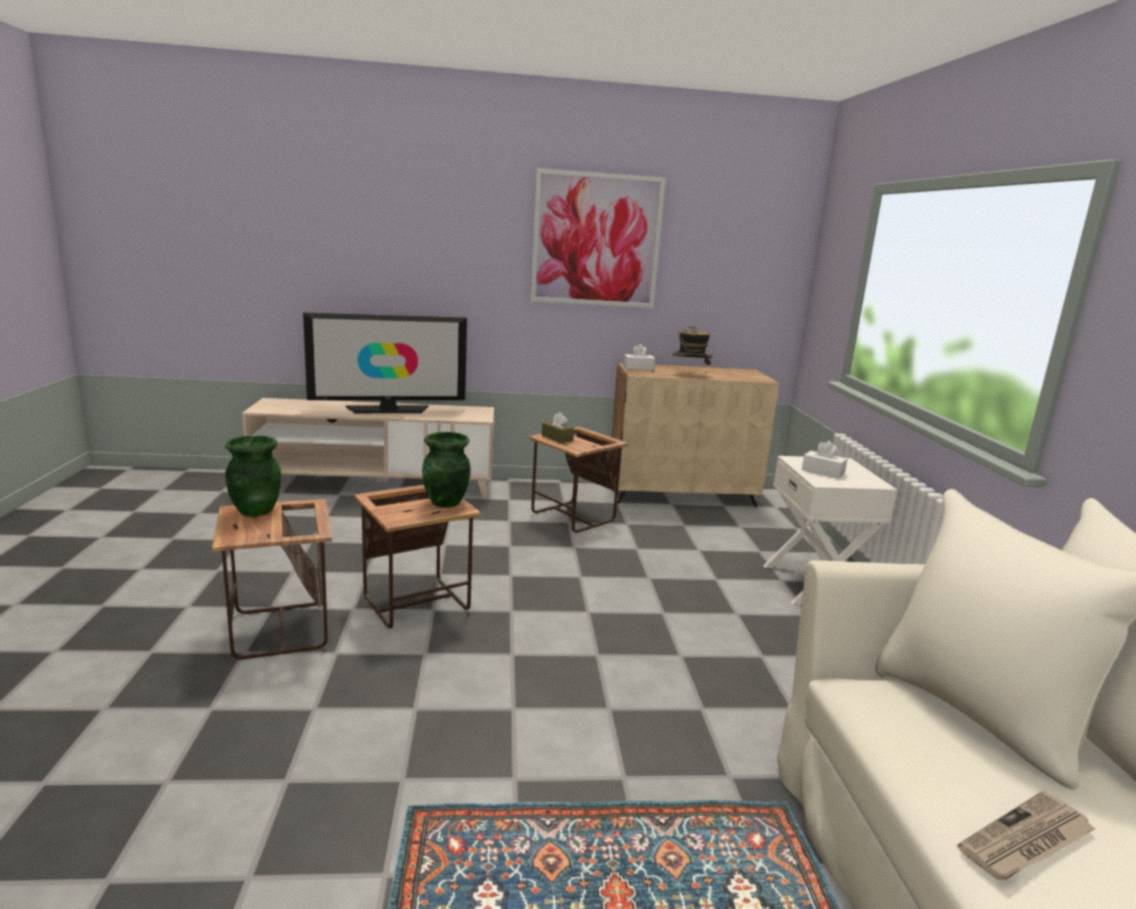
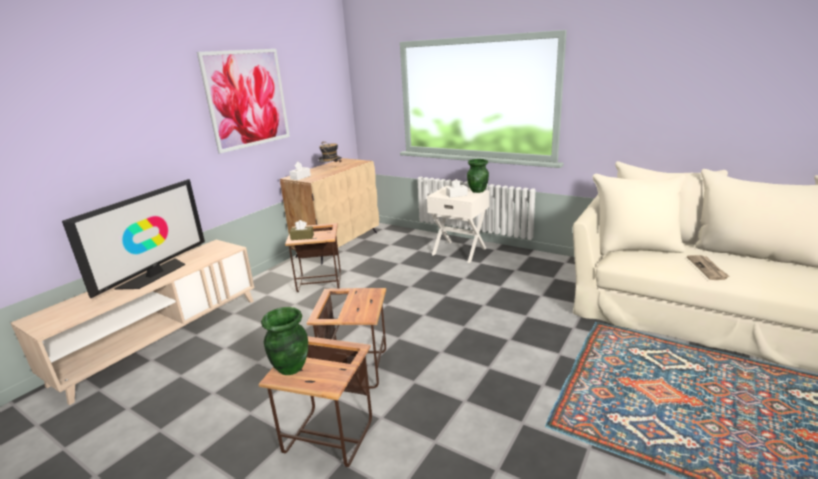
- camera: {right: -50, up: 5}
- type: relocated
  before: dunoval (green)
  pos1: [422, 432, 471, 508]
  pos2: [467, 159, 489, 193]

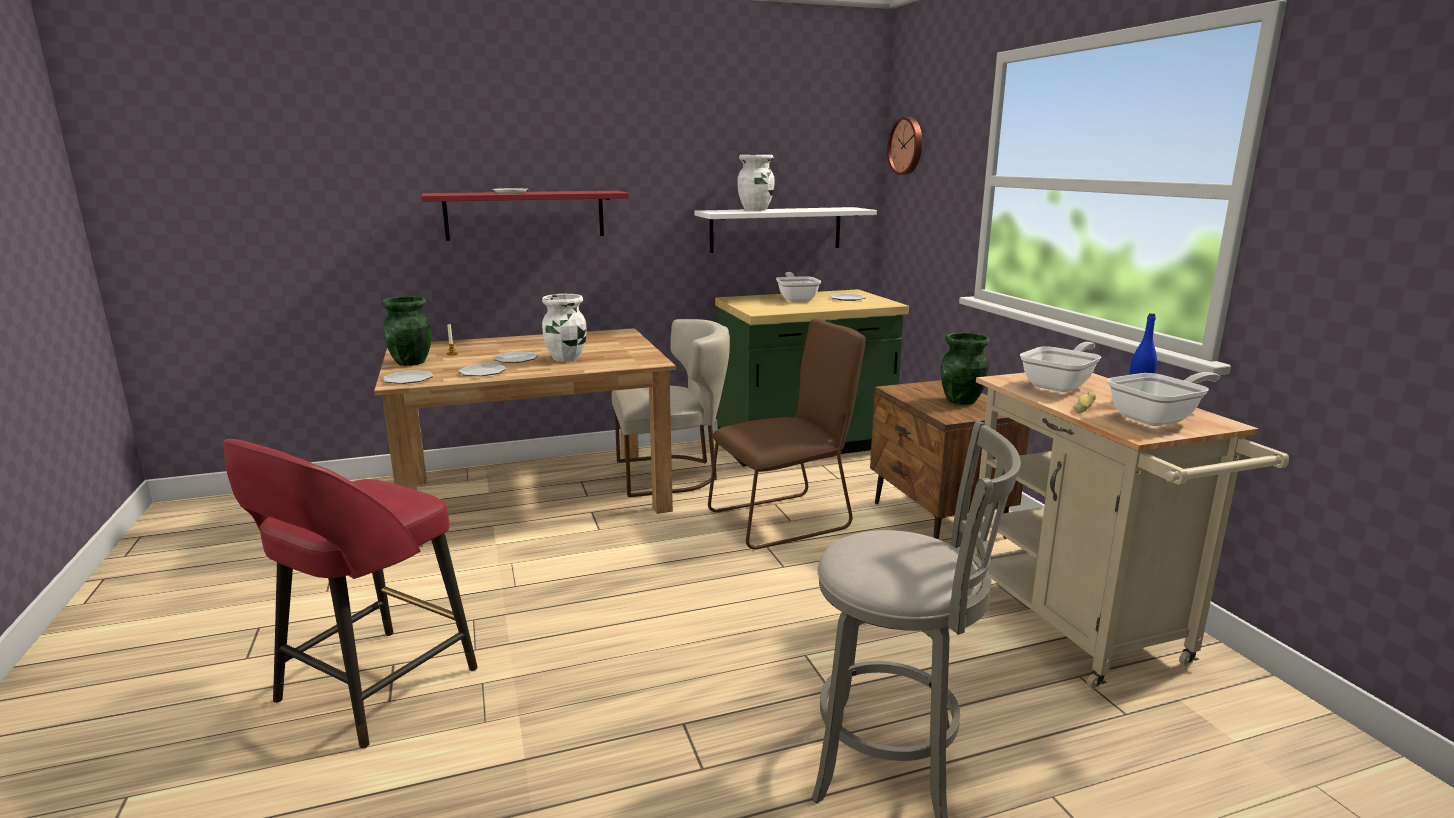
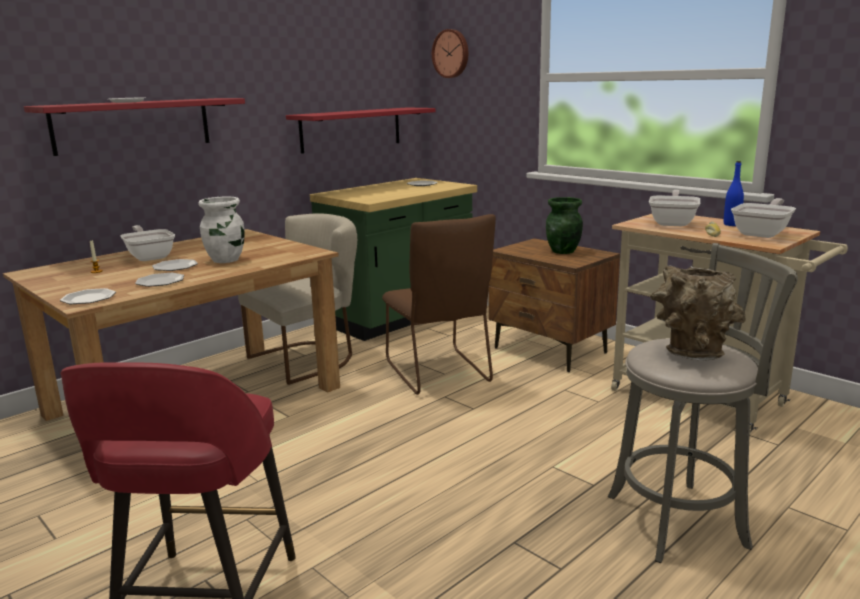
- camera: {right: -25, up: 0}
- type: missing
  before: dunoval (white)
  pos1: [737, 155, 774, 211]
- type: colour
  before: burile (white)
  after: burile (red)
  pos1: [695, 207, 877, 253]
  pos2: [286, 107, 436, 154]
- type: relocated
  before: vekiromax
  pos1: [776, 272, 821, 302]
  pos2: [120, 225, 175, 261]
- type: missing
  before: dunoval (green)
  pos1: [381, 296, 431, 366]
- type: spun
  before: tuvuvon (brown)
  pos1: [708, 319, 865, 550]
  pos2: [382, 214, 496, 395]
  turn: 120
- type: appeared
  after: dunoval (brown)
  pos2: [651, 266, 745, 361]

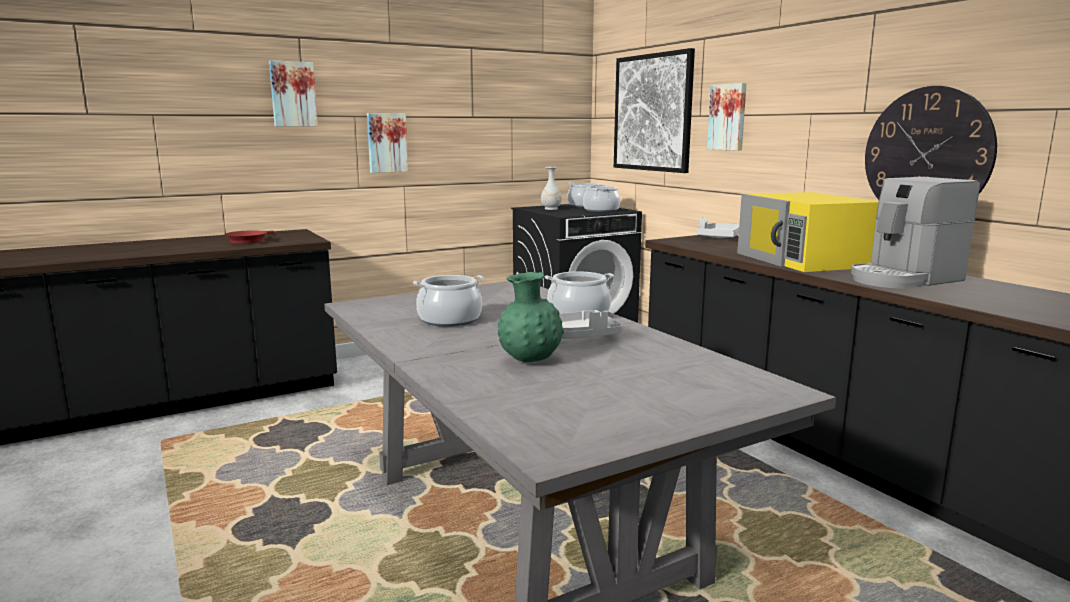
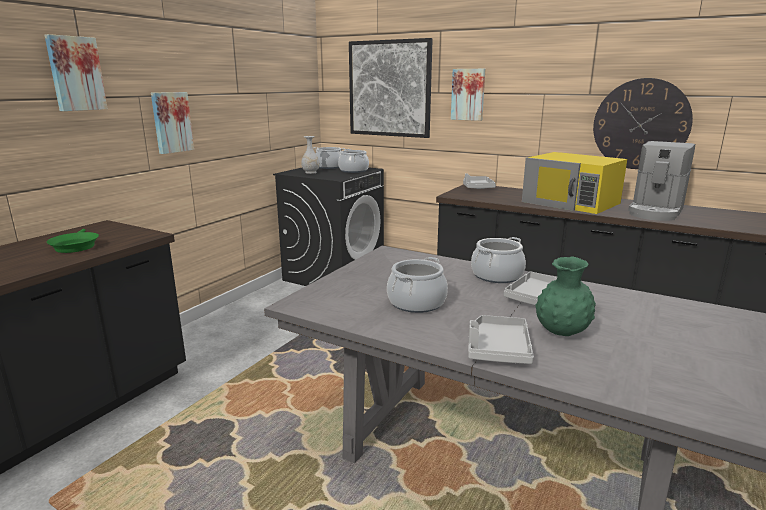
- camera: {right: -30, up: 5}
- type: colour
  before: vekiromax (red)
  after: vekiromax (green)
  pos1: [225, 231, 274, 244]
  pos2: [47, 229, 99, 253]
- type: appeared
  after: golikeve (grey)
  pos2: [468, 315, 534, 364]

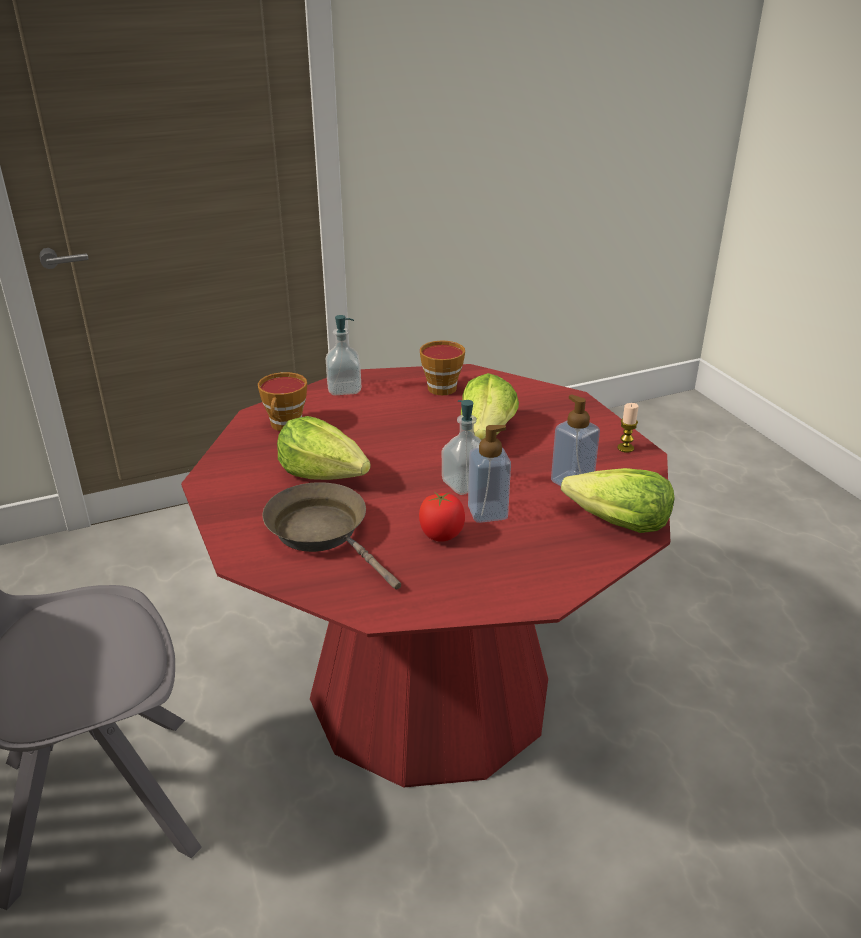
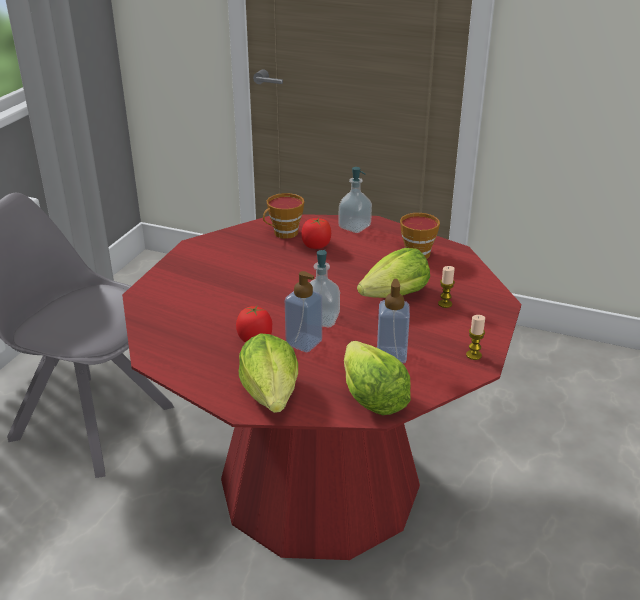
- camera: {right: 45, up: 0}
- type: relocated
  before: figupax
  pos1: [277, 416, 371, 480]
  pos2: [239, 333, 298, 413]
- type: missing
  before: vekiromax (brown)
  pos1: [262, 482, 401, 590]
- type: appeared
  after: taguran
  pos2: [301, 218, 331, 249]
- type: appeared
  after: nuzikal
  pos2: [438, 266, 455, 308]

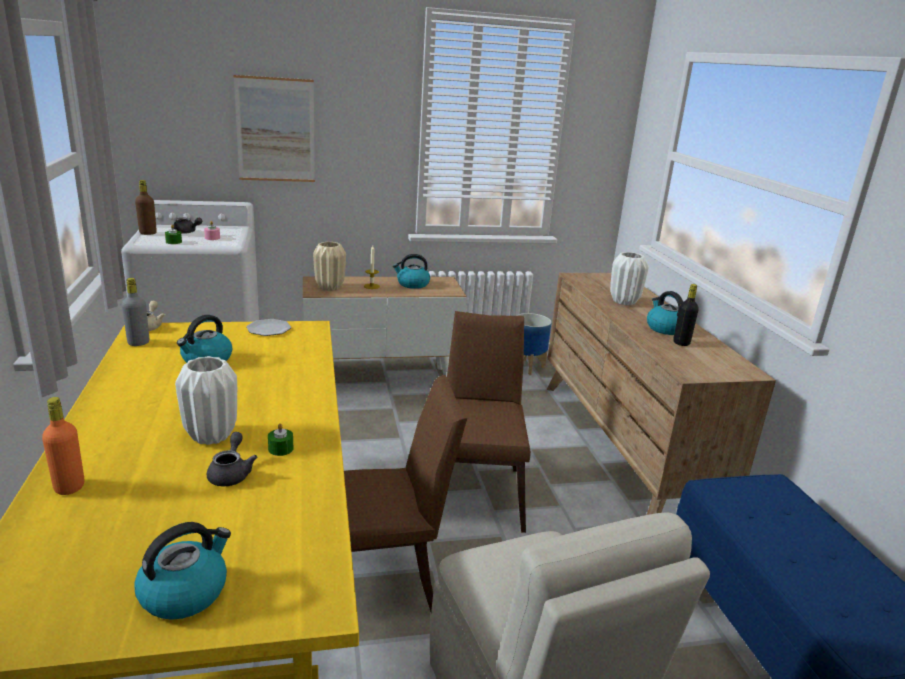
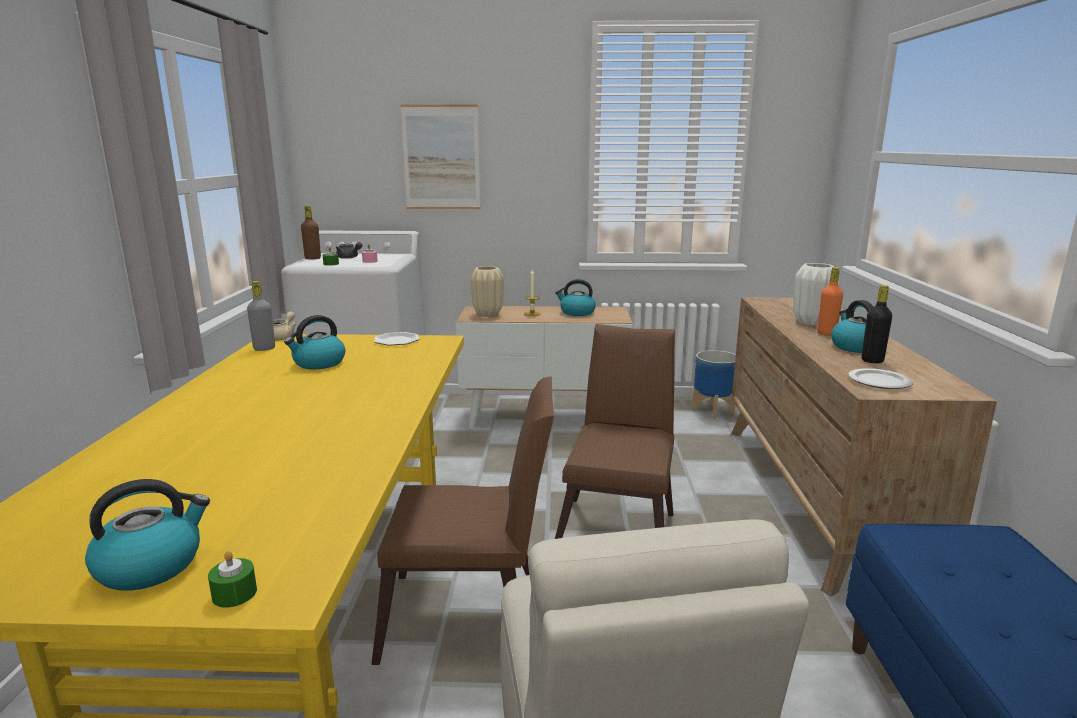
- camera: {right: 15, up: -5}
- type: missing
  before: dunoval (white)
  pos1: [175, 356, 237, 445]
- type: relocated
  before: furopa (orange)
  pos1: [42, 397, 84, 495]
  pos2: [817, 267, 843, 336]
- type: relocated
  before: nuzikal (green)
  pos1: [268, 423, 294, 456]
  pos2: [208, 551, 257, 608]
- type: missing
  before: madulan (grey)
  pos1: [207, 432, 257, 486]
- type: appeared
  after: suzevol
  pos2: [848, 368, 913, 389]

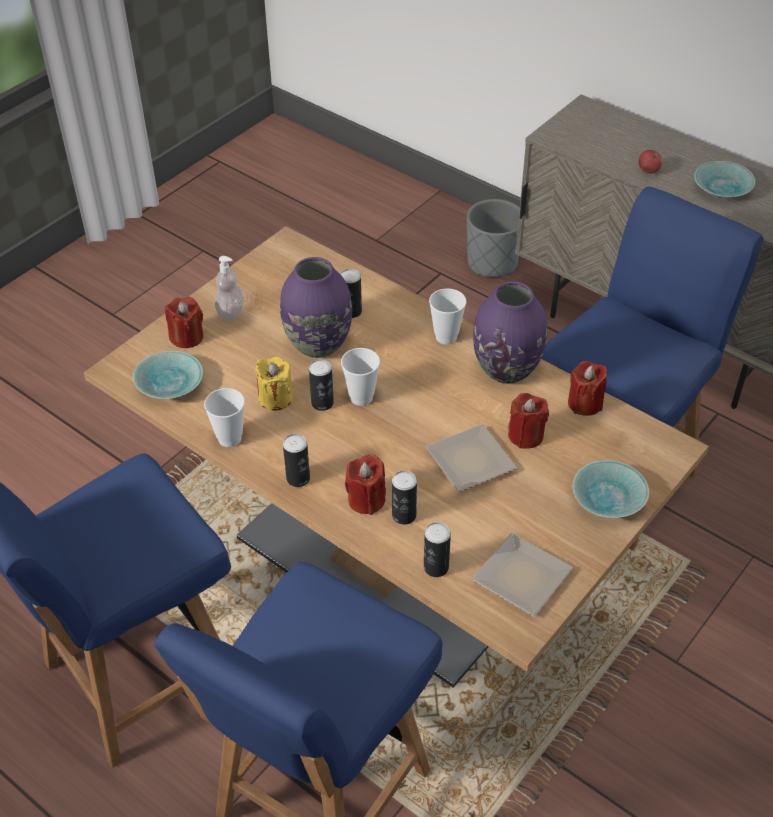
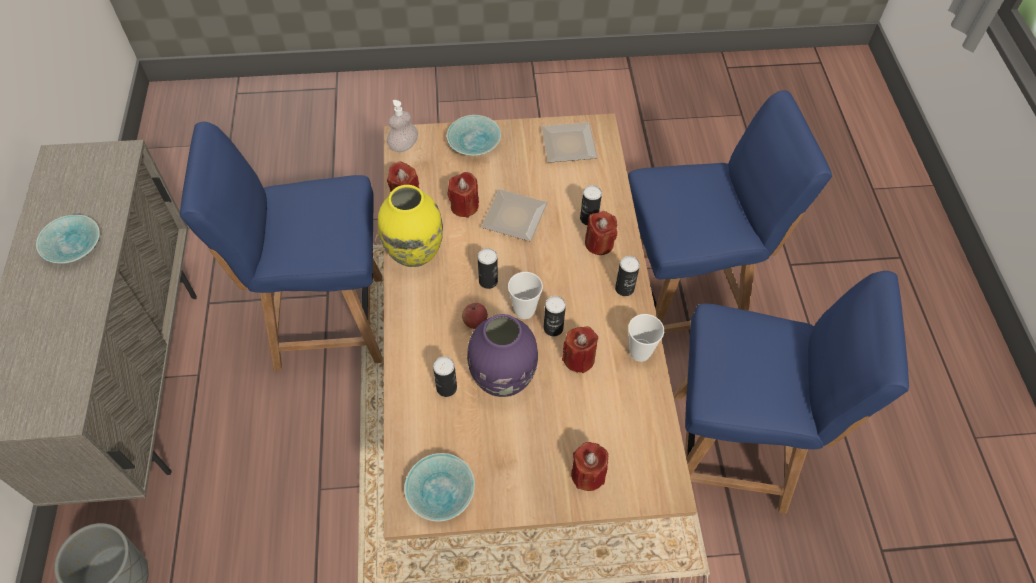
- camera: {right: -135, up: 10}
- type: relocated
  before: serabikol
  pos1: [638, 150, 663, 174]
  pos2: [462, 303, 488, 329]
- type: relocated
  before: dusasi
  pos1: [215, 256, 243, 321]
  pos2: [387, 100, 418, 152]
- type: colour
  before: dunoval (purple)
  after: dunoval (yellow)
  pos1: [473, 282, 547, 384]
  pos2: [378, 185, 443, 267]
- type: missing
  before: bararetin
  pos1: [429, 288, 467, 345]
- type: relocated
  before: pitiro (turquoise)
  pos1: [133, 351, 203, 399]
  pos2: [404, 453, 475, 521]
- type: colour
  before: nuzikal (yellow)
  after: nuzikal (red)
  pos1: [255, 356, 293, 410]
  pos2: [562, 326, 598, 373]
- type: relocated
  before: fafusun
  pos1: [424, 522, 451, 577]
  pos2: [478, 248, 498, 289]

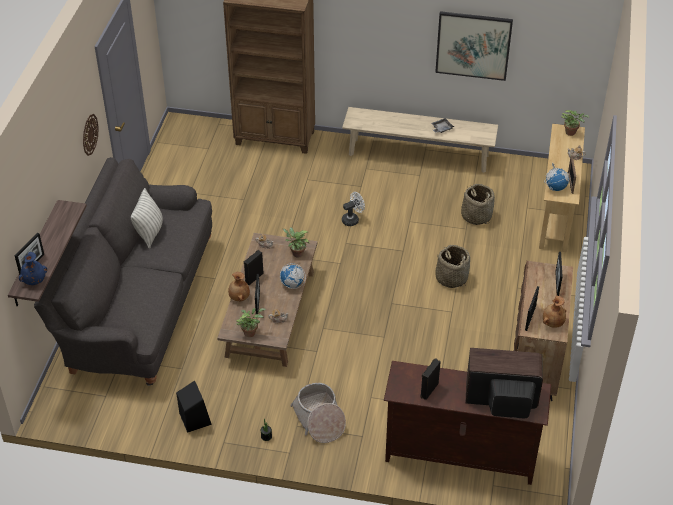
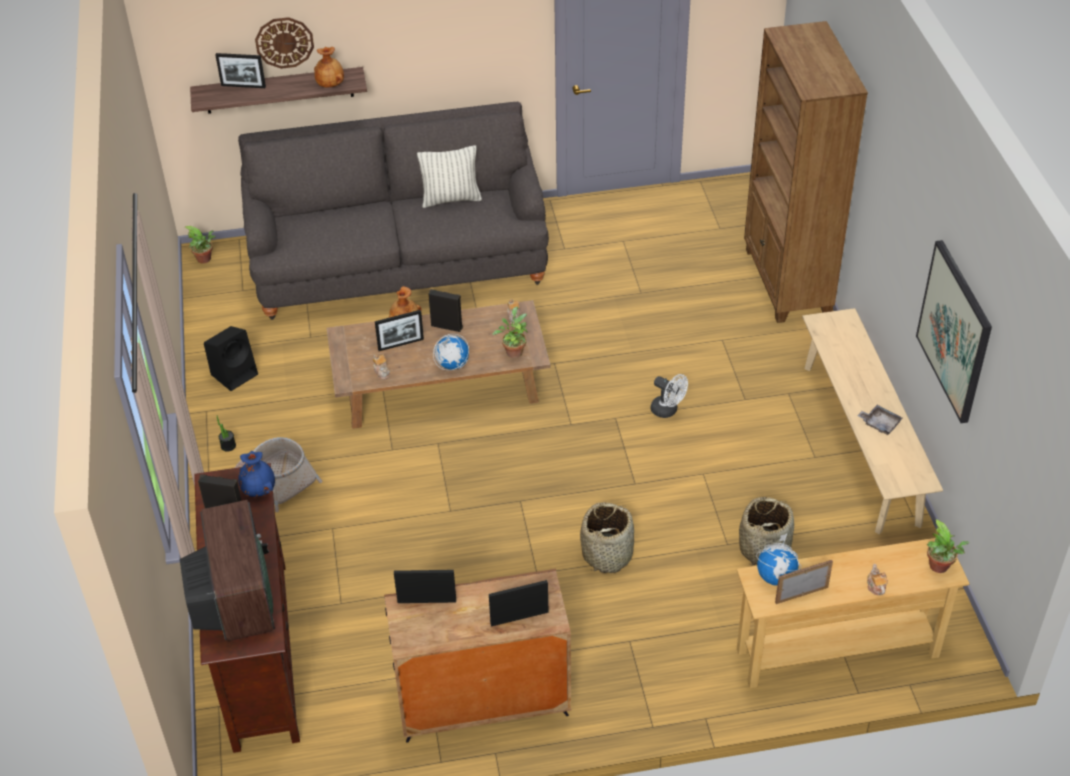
- camera: {right: 70, up: 0}
- type: relocated
  before: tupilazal
  pos1: [83, 114, 99, 156]
  pos2: [255, 17, 314, 69]
- type: relocated
  before: dunoval (blue)
  pos1: [19, 252, 47, 285]
  pos2: [238, 451, 275, 497]
- type: relocated
  before: dunoval (brown)
  pos1: [543, 296, 566, 328]
  pos2: [314, 47, 344, 87]
- type: relocated
  before: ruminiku
  pos1: [236, 308, 266, 337]
  pos2: [185, 226, 216, 263]

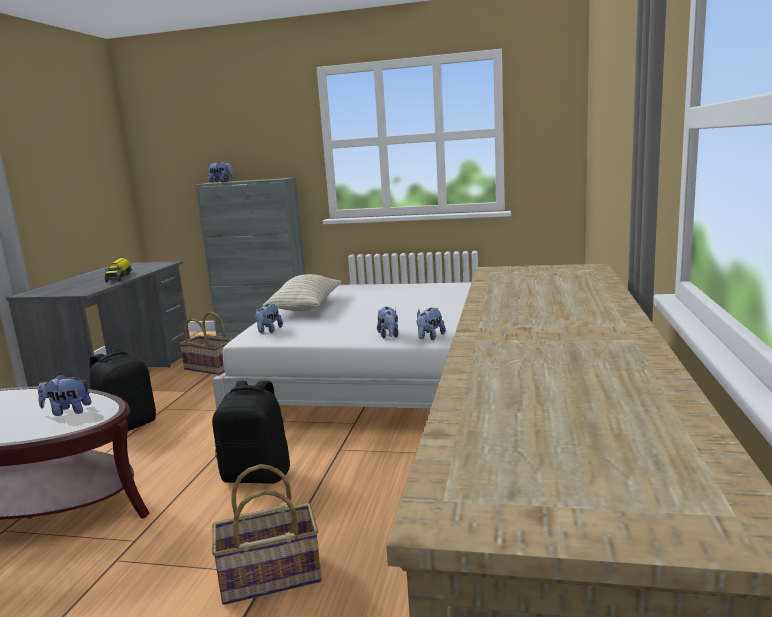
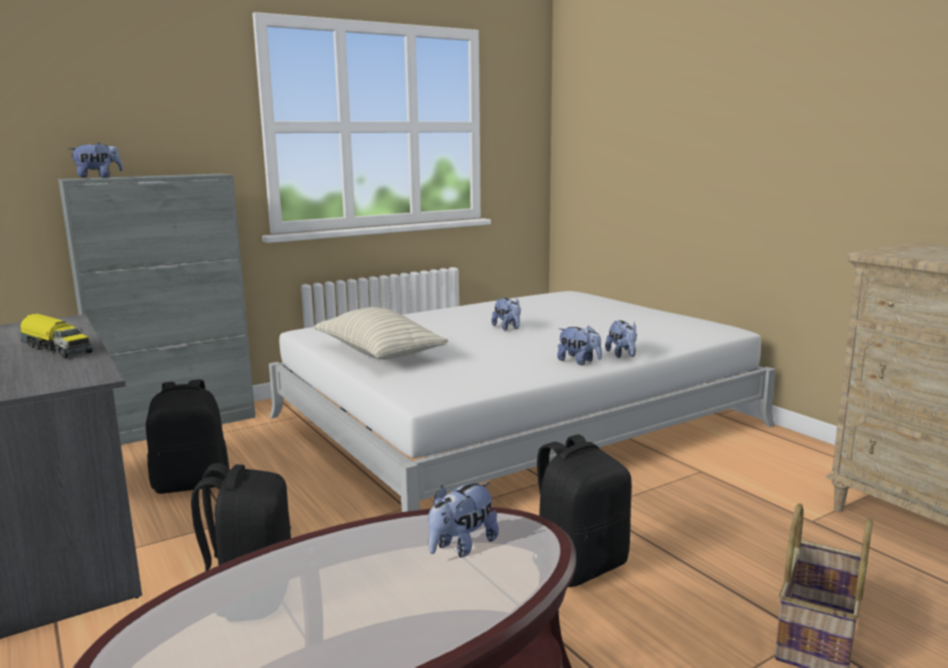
- camera: {right: -45, up: 0}
- type: relocated
  before: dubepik
  pos1: [255, 304, 283, 333]
  pos2: [491, 298, 521, 331]
- type: exchanged
  before: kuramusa
  after: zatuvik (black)
  pos1: [179, 312, 233, 375]
  pos2: [146, 379, 230, 494]

